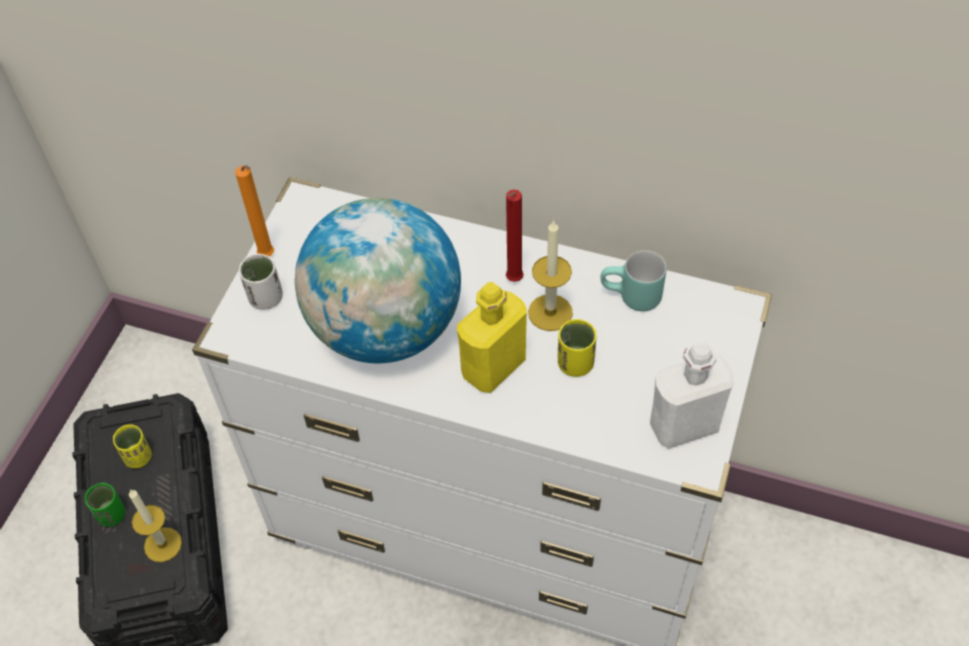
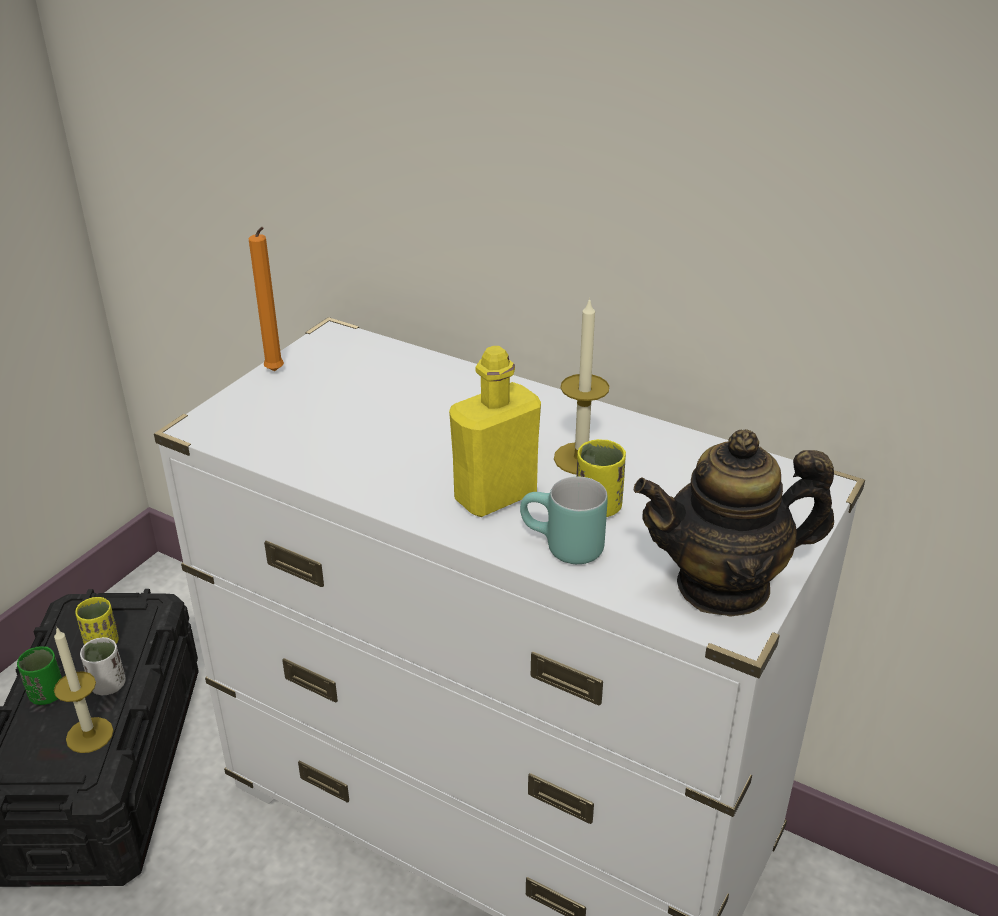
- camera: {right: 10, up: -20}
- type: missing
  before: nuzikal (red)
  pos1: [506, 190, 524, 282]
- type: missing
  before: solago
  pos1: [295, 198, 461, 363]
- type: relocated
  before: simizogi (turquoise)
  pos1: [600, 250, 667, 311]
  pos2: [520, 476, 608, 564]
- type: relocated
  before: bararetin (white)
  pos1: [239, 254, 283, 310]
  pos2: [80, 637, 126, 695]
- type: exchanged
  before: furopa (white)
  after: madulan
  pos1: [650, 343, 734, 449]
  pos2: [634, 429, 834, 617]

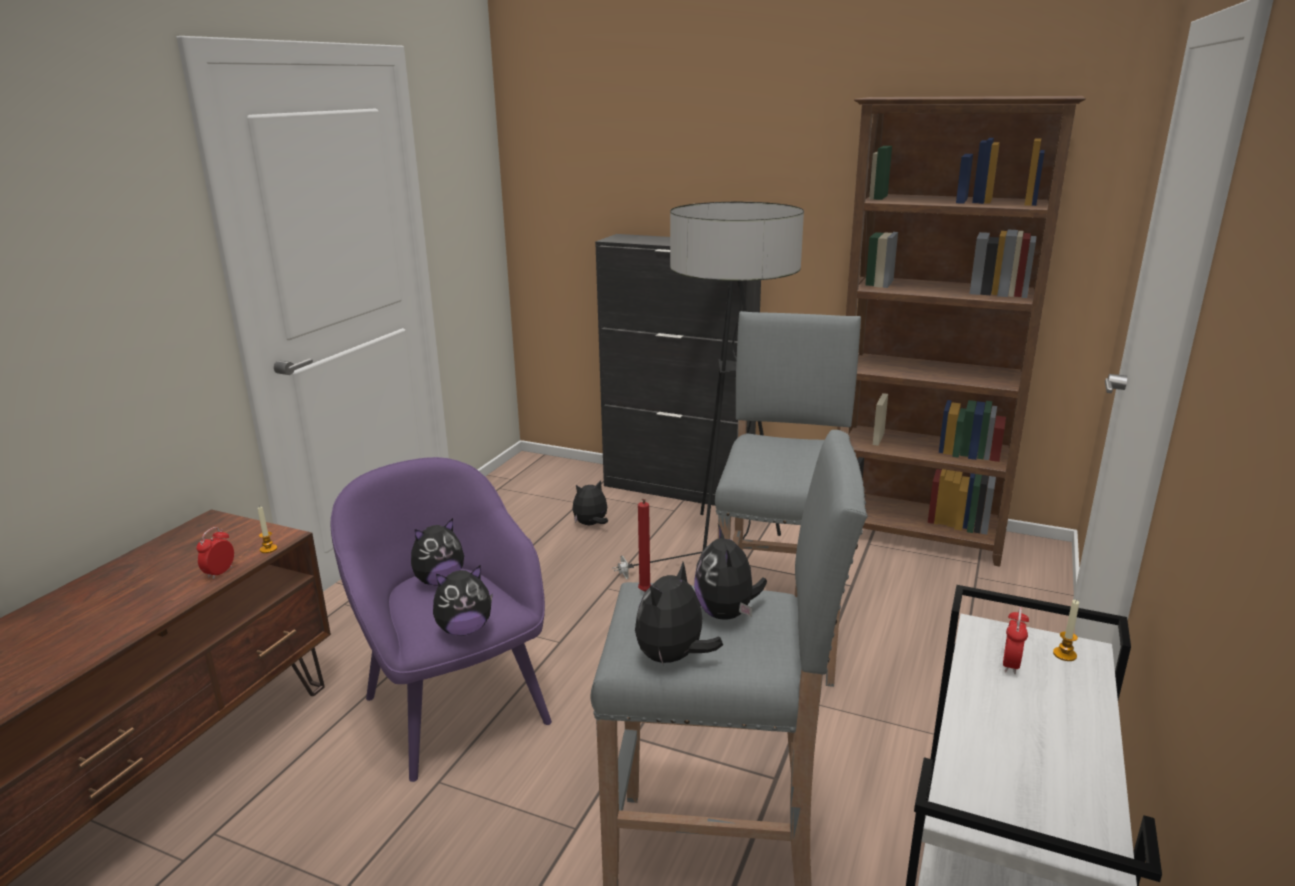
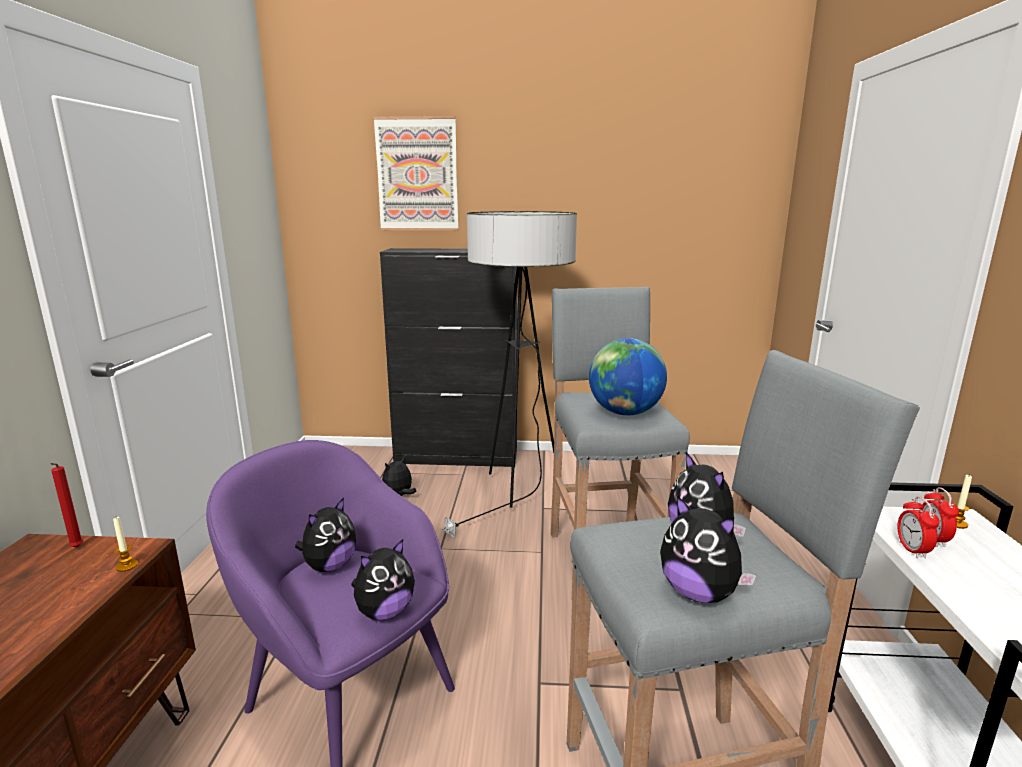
- camera: {right: -20, up: -5}
- type: missing
  before: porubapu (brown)
  pos1: [837, 96, 1086, 567]
- type: relocated
  before: nuzikal (red)
  pos1: [638, 499, 651, 592]
  pos2: [50, 463, 83, 547]
- type: relocated
  before: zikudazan
  pos1: [196, 527, 234, 579]
  pos2: [897, 496, 940, 558]
- type: spun
  before: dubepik
  pos1: [635, 562, 723, 666]
  pos2: [660, 495, 757, 603]
  turn: -60
- type: appeared
  after: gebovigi
  pos2: [374, 116, 458, 231]
- type: appeared
  after: solago
  pos2: [589, 338, 667, 416]

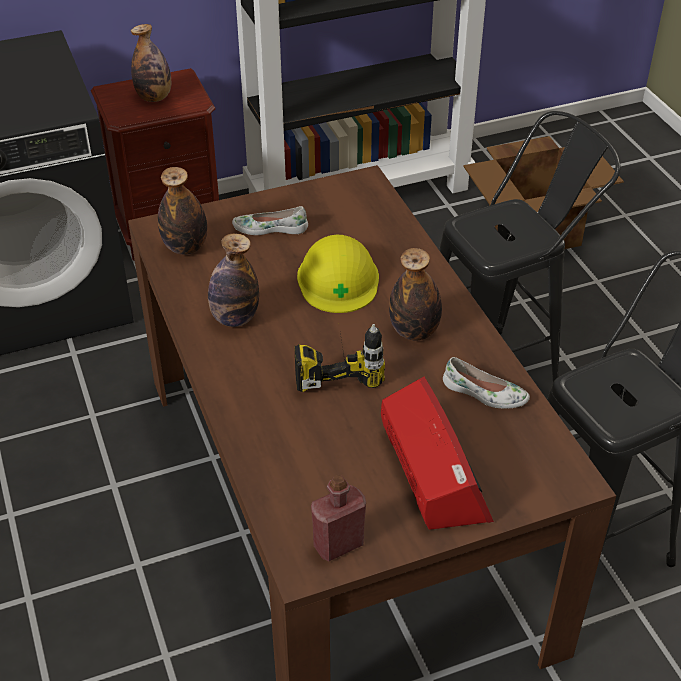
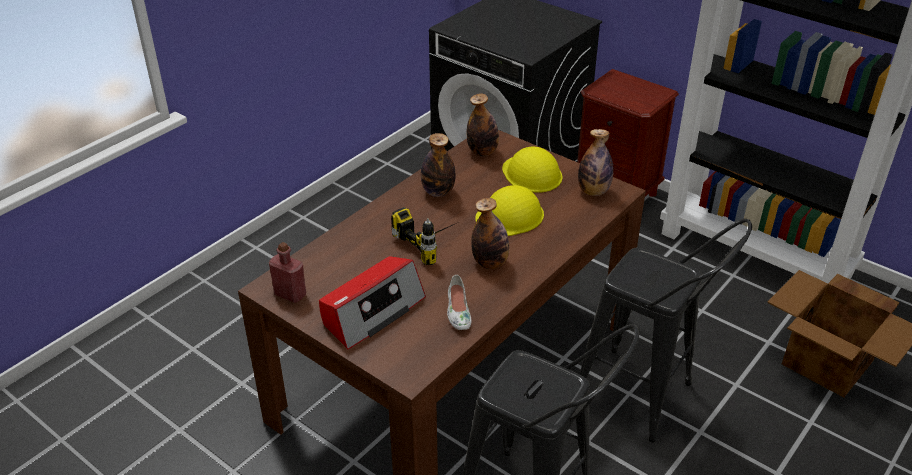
- camera: {right: 60, up: -5}
- type: relocated
  before: furopa
  pos1: [131, 24, 171, 102]
  pos2: [578, 129, 614, 196]
- type: exchanged
  before: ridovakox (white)
  after: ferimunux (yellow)
  pos1: [232, 206, 308, 235]
  pos2: [502, 146, 562, 193]

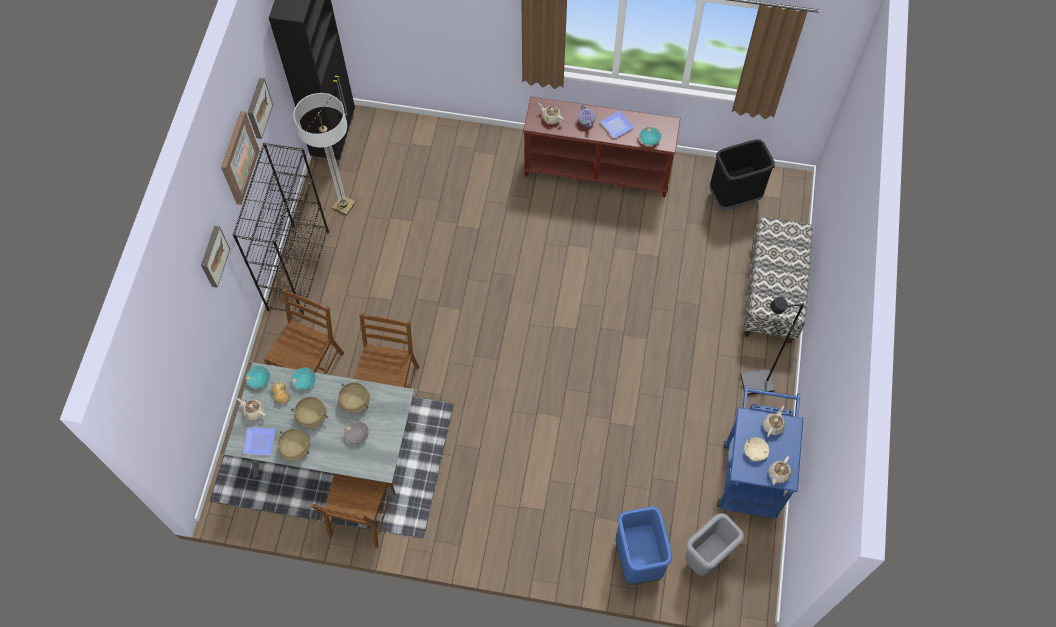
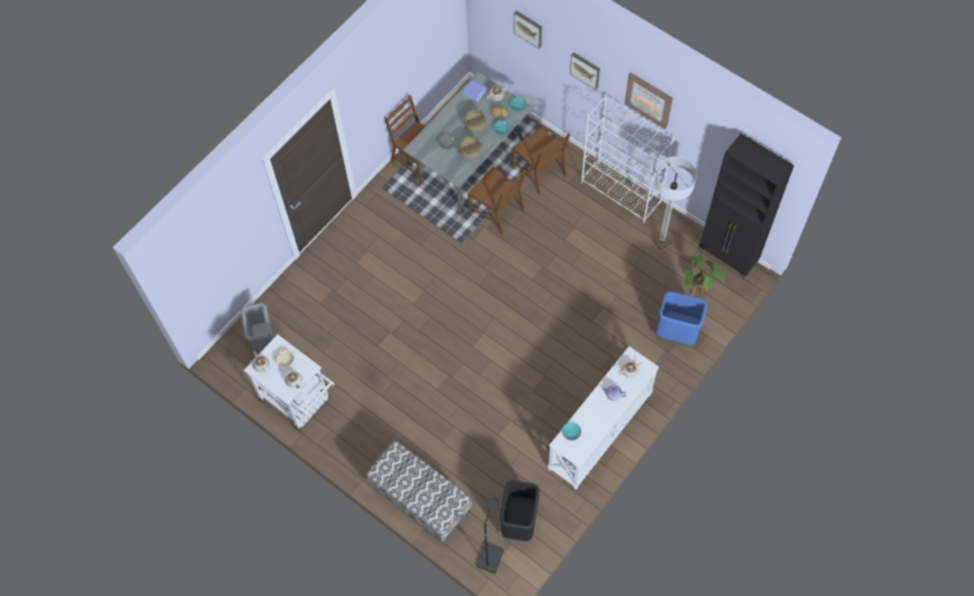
- camera: {right: 120, up: 0}
- type: relocated
  before: gebovigi
  pos1: [248, 78, 273, 139]
  pos2: [514, 11, 542, 49]
- type: colour
  before: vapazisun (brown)
  after: vapazisun (white)
  pos1: [523, 97, 680, 197]
  pos2: [547, 346, 659, 490]
- type: missing
  before: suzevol
  pos1: [600, 111, 634, 139]
- type: colour
  before: porubapu (black)
  after: porubapu (white)
  pos1: [233, 143, 329, 314]
  pos2: [581, 95, 675, 223]
- type: relocated
  before: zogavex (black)
  pos1: [740, 297, 804, 395]
  pos2: [477, 497, 504, 573]
- type: colour
  before: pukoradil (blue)
  after: pukoradil (white)
  pos1: [717, 385, 803, 519]
  pos2: [243, 334, 335, 431]
- type: missing
  before: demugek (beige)
  pos1: [278, 428, 310, 461]
- type: relocated
  before: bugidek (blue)
  pos1: [616, 506, 672, 585]
  pos2: [656, 291, 708, 347]
- type: appeared
  after: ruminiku
  pos2: [684, 254, 725, 296]

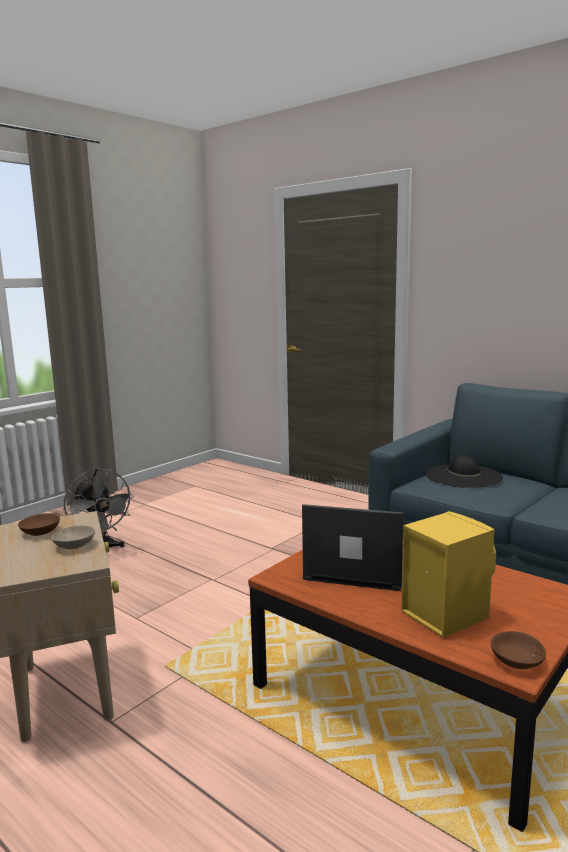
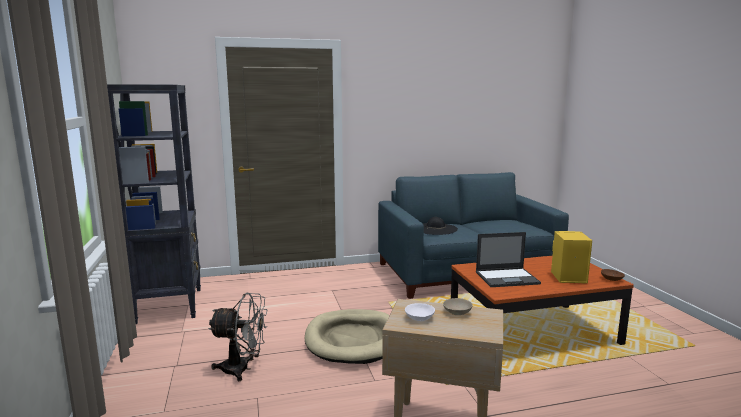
- camera: {right: -55, up: 0}
- type: spun
  before: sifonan
  pos1: [302, 504, 404, 591]
  pos2: [476, 232, 541, 287]
  turn: -150
- type: colour
  before: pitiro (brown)
  after: pitiro (white)
  pos1: [18, 513, 60, 536]
  pos2: [405, 303, 435, 321]
- type: appeared
  after: porubapu (black)
  pos2: [107, 84, 201, 324]
- type: appeared
  after: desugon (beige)
  pos2: [305, 309, 390, 364]

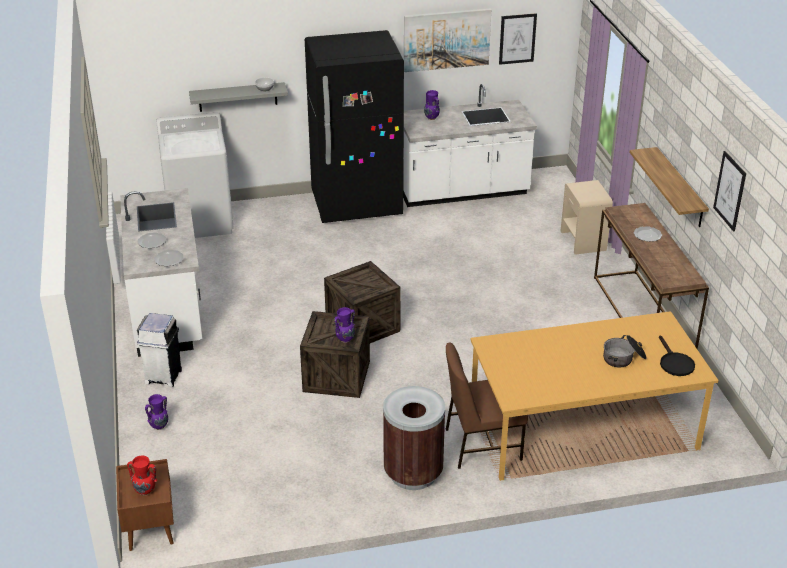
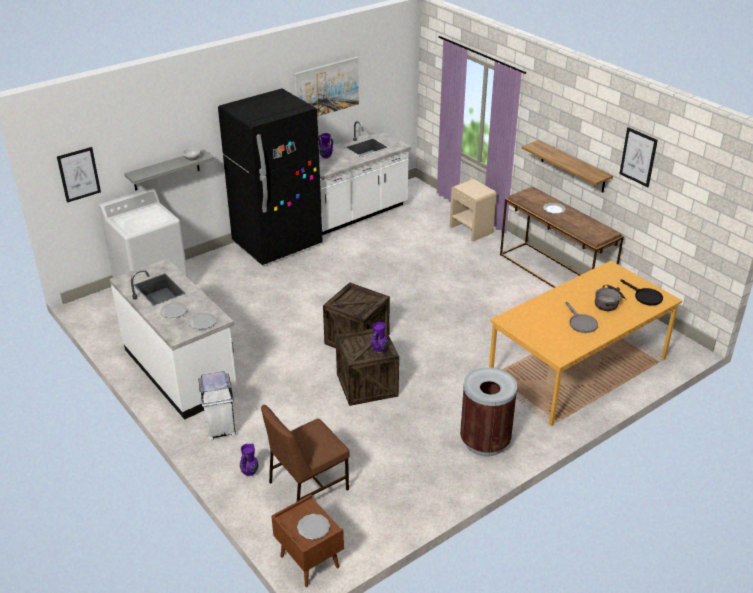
- camera: {right: -25, up: 0}
- type: relocated
  before: gebovigi
  pos1: [499, 13, 537, 65]
  pos2: [57, 147, 101, 203]
- type: relocated
  before: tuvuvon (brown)
  pos1: [446, 343, 528, 469]
  pos2: [261, 405, 350, 501]
- type: exchanged
  before: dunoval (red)
  after: suzevol
  pos1: [127, 456, 157, 495]
  pos2: [297, 514, 330, 540]
- type: appeared
  after: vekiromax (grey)
  pos2: [565, 302, 598, 333]

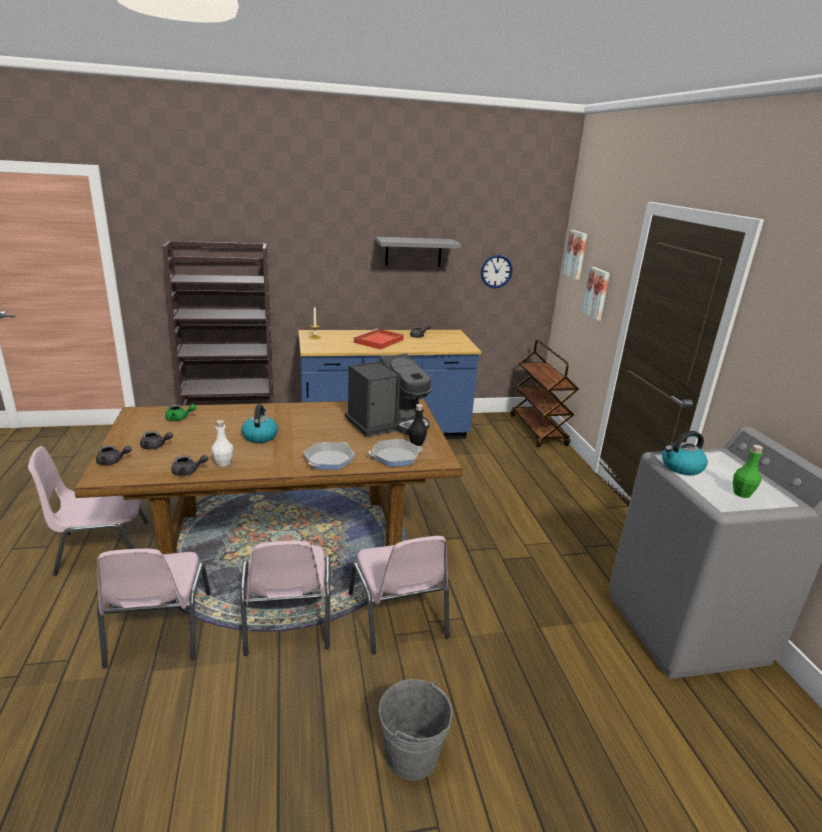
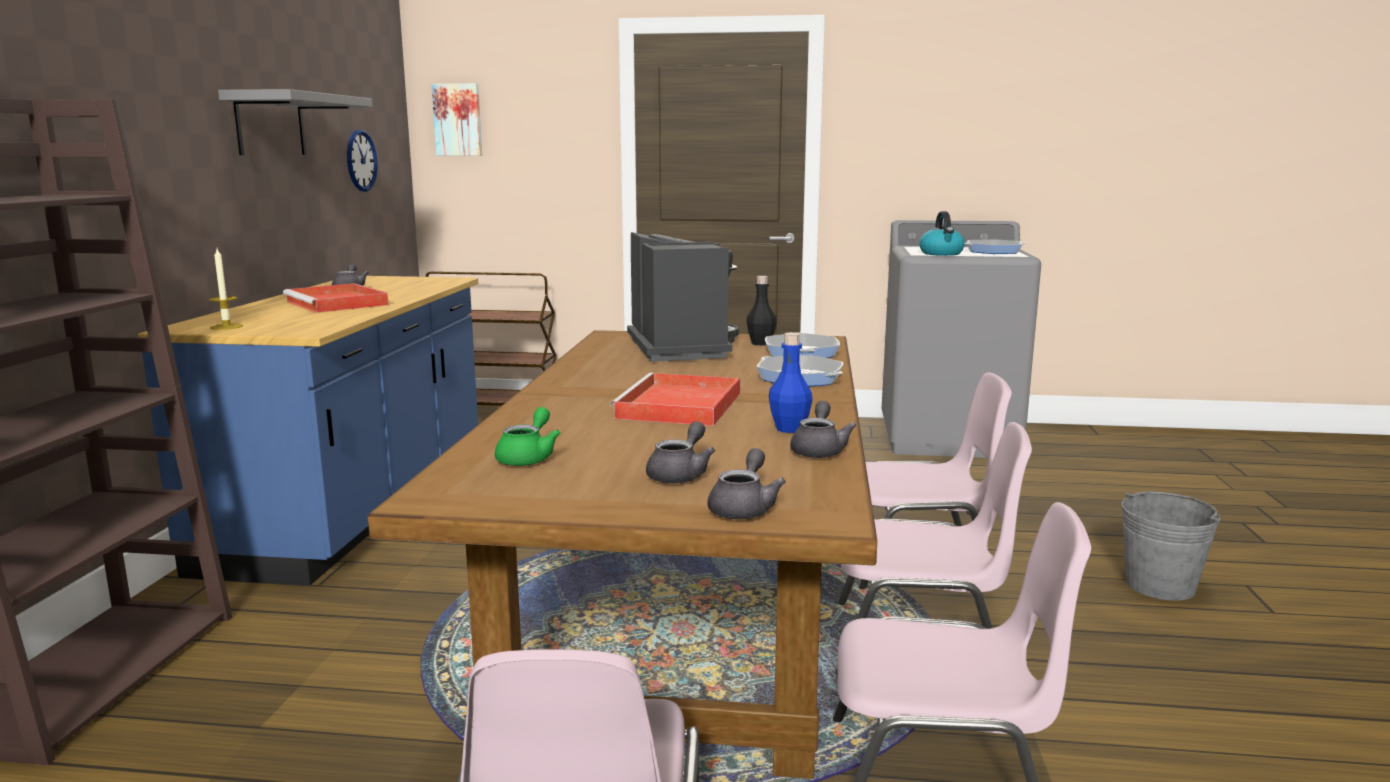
- camera: {right: -70, up: -10}
- type: missing
  before: gebovigi
  pos1: [582, 267, 610, 320]
- type: exchanged
  before: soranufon
  after: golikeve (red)
  pos1: [241, 405, 278, 443]
  pos2: [610, 373, 740, 426]
- type: colour
  before: furopa (white)
  after: furopa (blue)
  pos1: [211, 420, 234, 467]
  pos2: [769, 332, 813, 433]
- type: exchanged
  before: furopa (green)
  after: vekiromax
  pos1: [733, 445, 763, 498]
  pos2: [965, 239, 1025, 254]

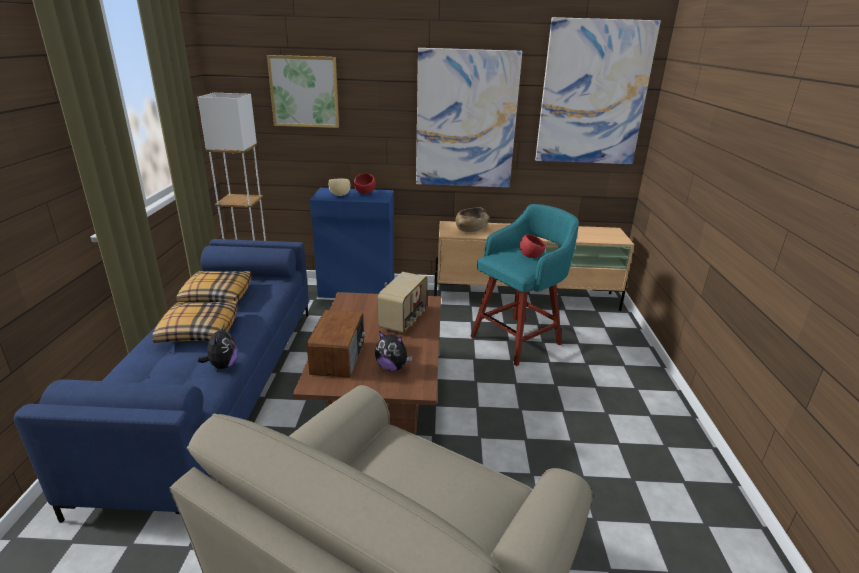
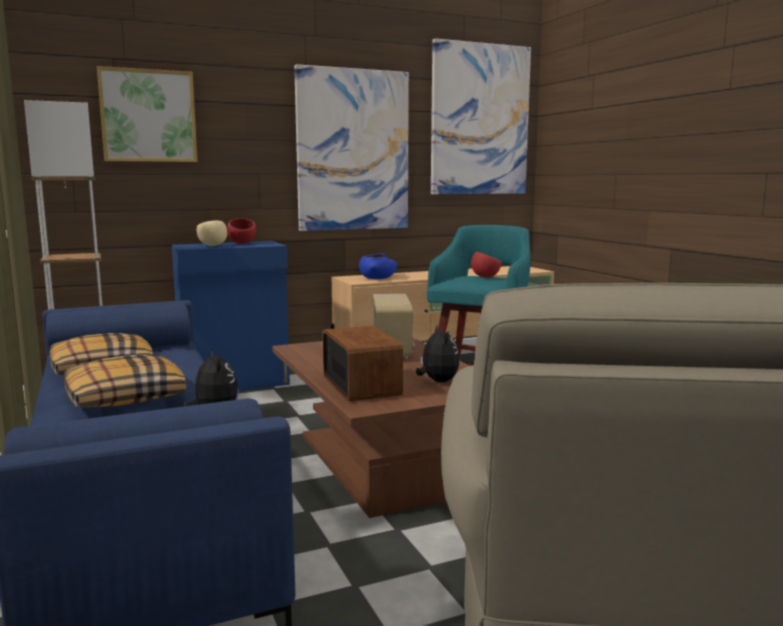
- camera: {right: -25, up: -15}
- type: colour
  before: pitiro (brown)
  after: pitiro (blue)
  pos1: [455, 207, 490, 232]
  pos2: [359, 253, 397, 279]
- type: spun
  before: dubepik
  pos1: [375, 331, 413, 371]
  pos2: [416, 325, 460, 382]
  turn: -105

